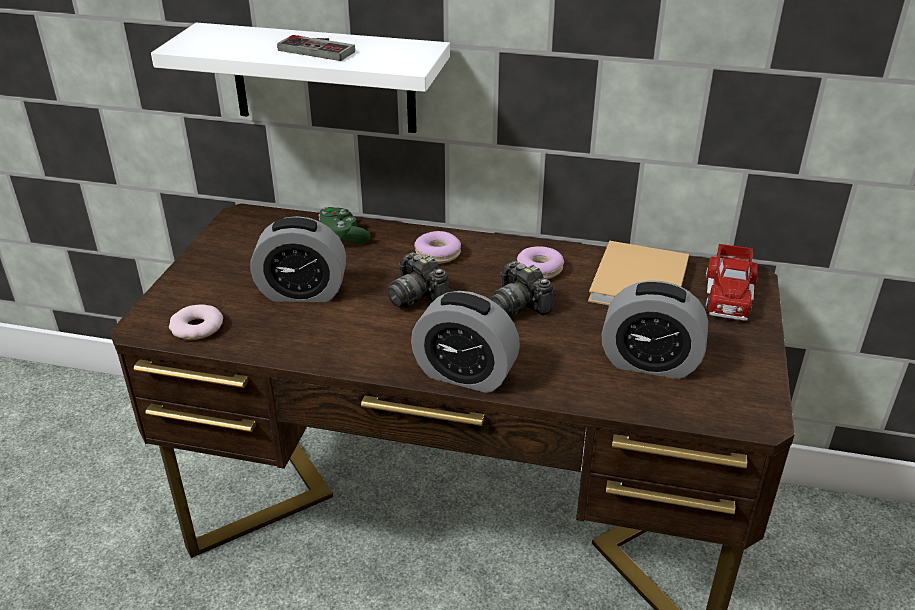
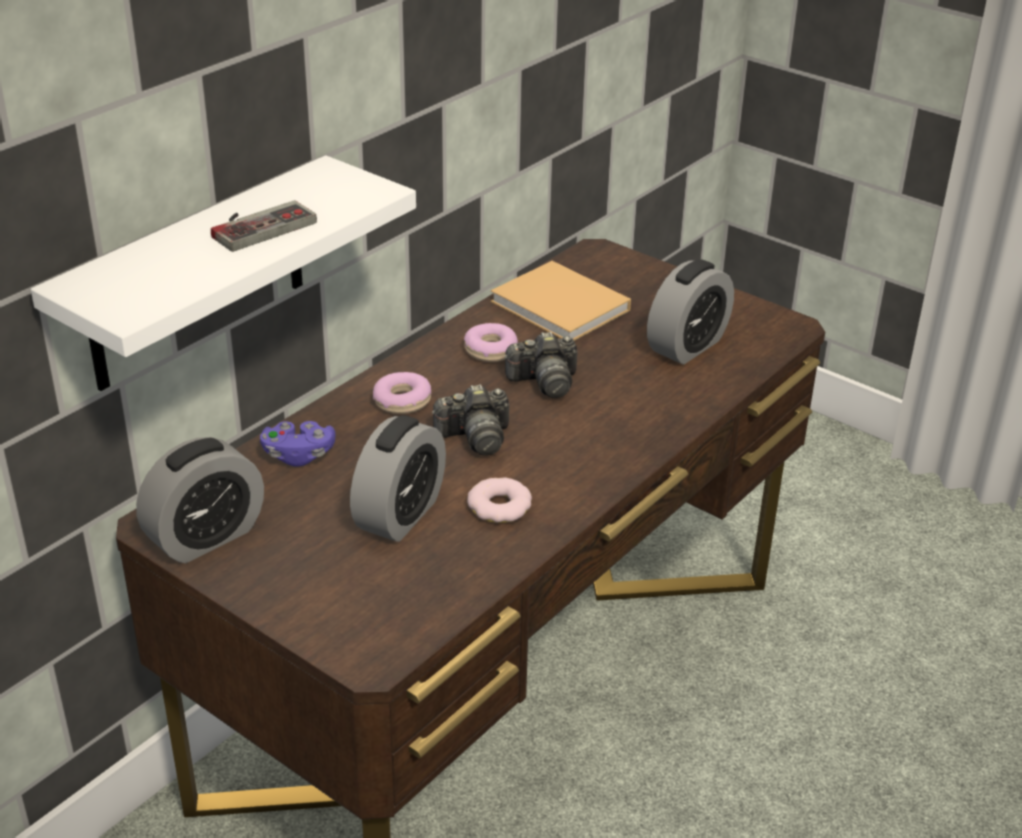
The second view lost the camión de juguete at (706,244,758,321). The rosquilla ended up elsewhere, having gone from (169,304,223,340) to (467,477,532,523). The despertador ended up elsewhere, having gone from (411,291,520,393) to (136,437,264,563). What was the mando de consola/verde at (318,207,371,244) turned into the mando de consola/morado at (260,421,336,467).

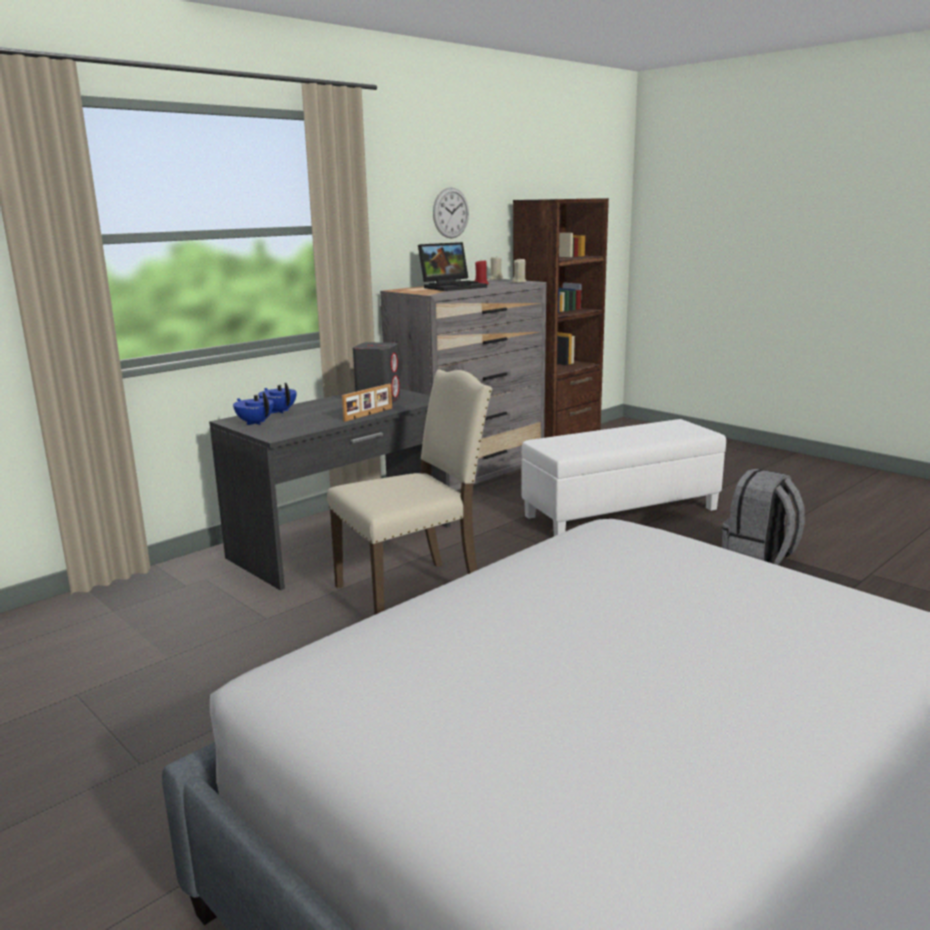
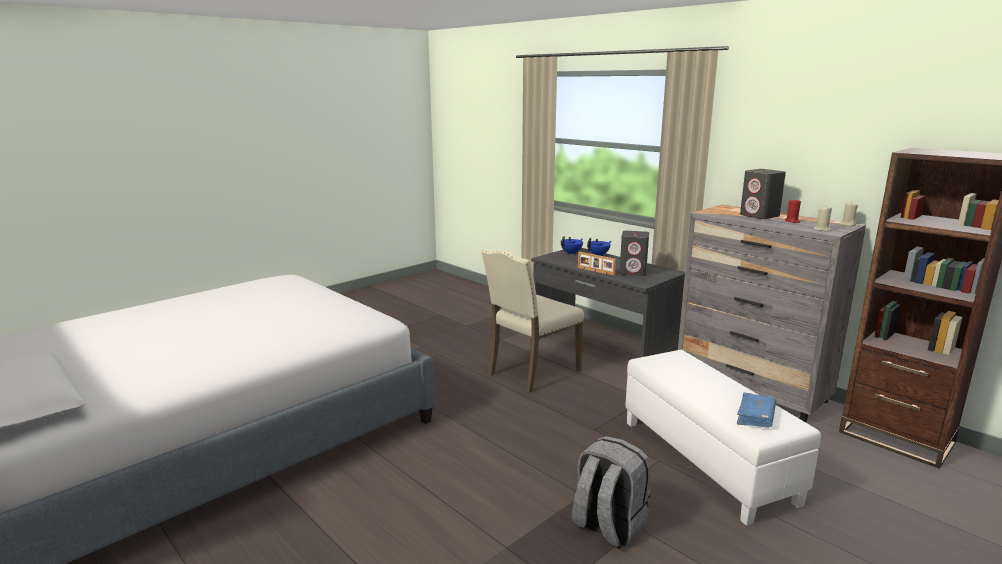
The second view lost the reloj de pared at (433,187,469,238). The second view gained the libro/azul at (737,392,776,428). Where the portátil stood at (418,242,487,291), the altavoz/gris came to stand at (740,169,786,219). The silla/beis at (327,370,493,615) ended up facing another way, 75 degrees clockwise from before.

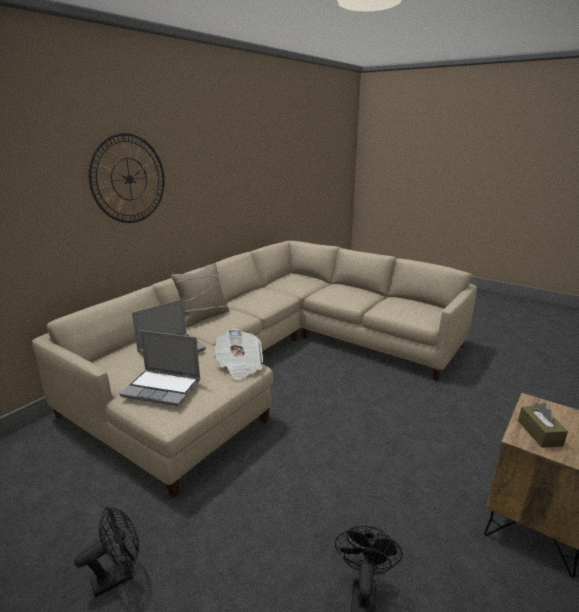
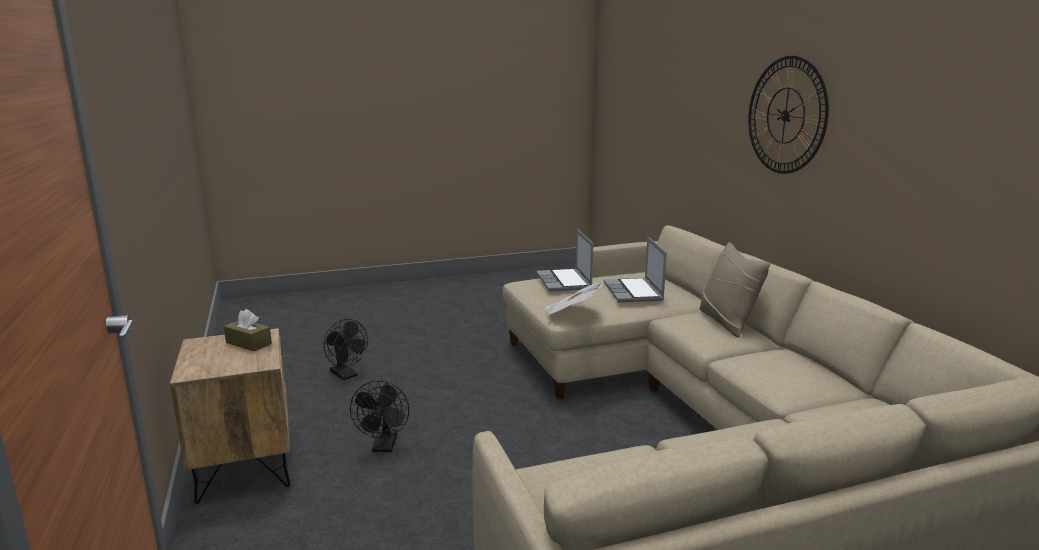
The ventilador/negro ended up elsewhere, having gone from (74,506,139,598) to (350,380,409,452). The portátil at (120,330,201,406) ended up facing another way, 60 degrees counterclockwise from before.

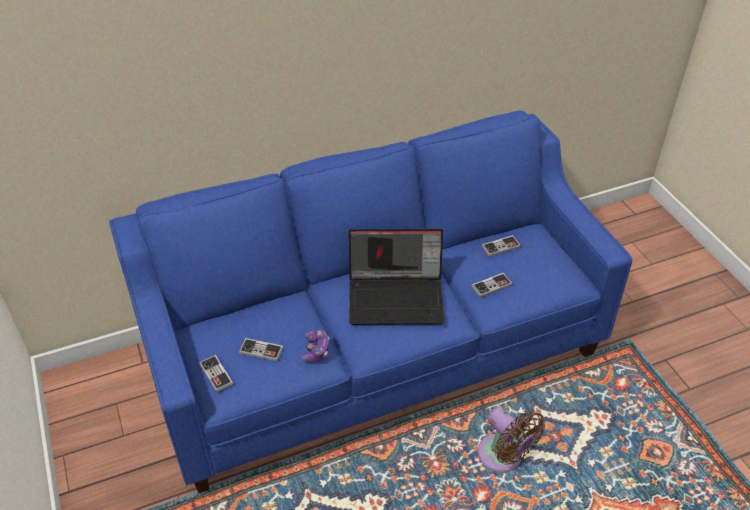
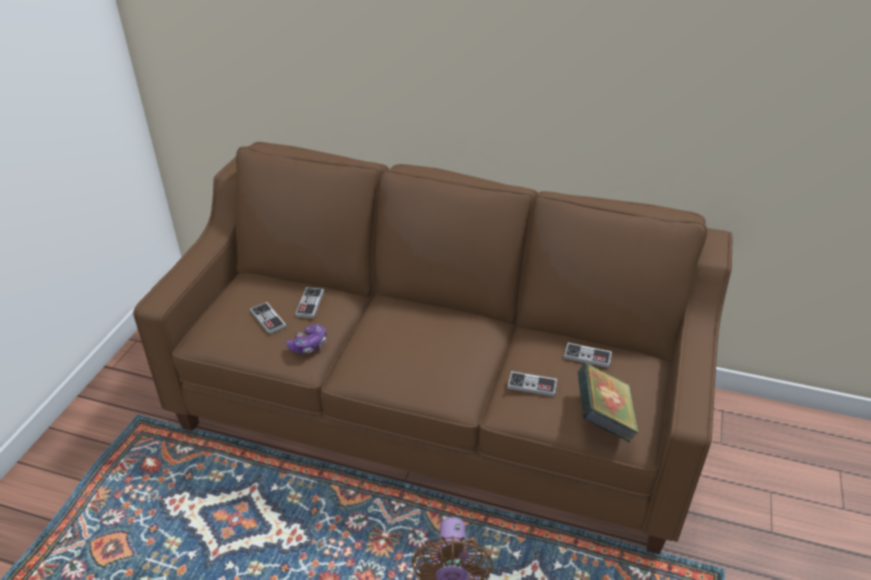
The second view lost the portátil at (349,229,445,325). The second view gained the libro at (577,363,639,443). The mando de consola ended up elsewhere, having gone from (199,355,234,392) to (295,287,324,318). What was the sofá/azul at (109,110,632,493) turned into the sofá/marrón at (133,142,733,554).

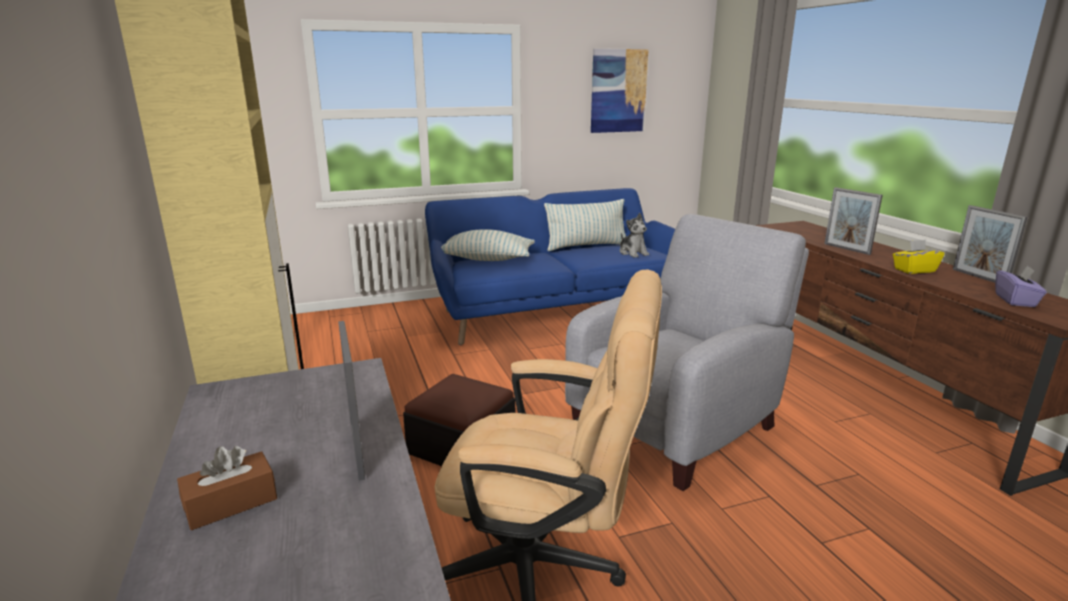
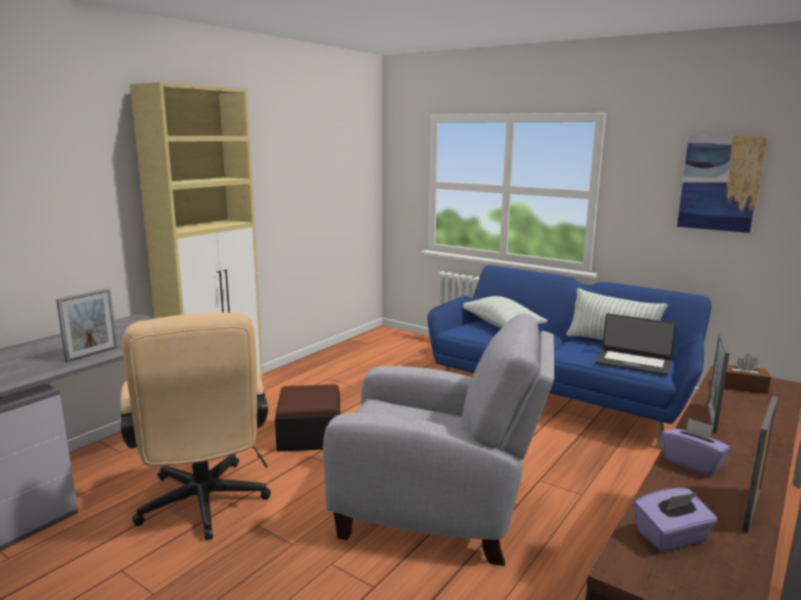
The caja de pañuelos/marrón ended up elsewhere, having gone from (177,446,277,530) to (724,354,771,394). Where the peluche stood at (620,213,649,258), the portátil came to stand at (595,313,676,376). What was the caja de pañuelos/amarillo at (892,240,944,274) turned into the caja de pañuelos/morado at (662,418,731,476).

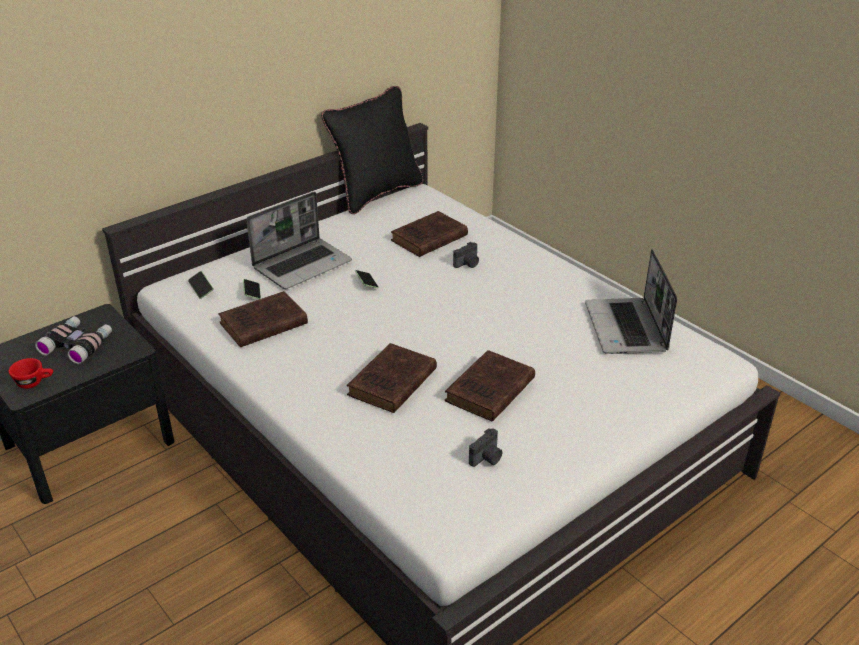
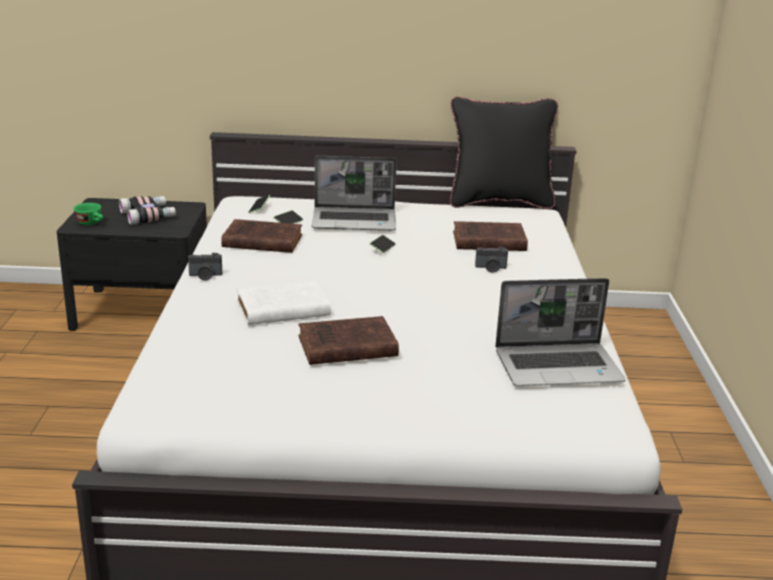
The cámara ended up elsewhere, having gone from (469,428,502,467) to (188,253,222,281). What was the taza/rojo at (9,358,53,389) turned into the taza/verde at (74,203,103,225). What was the libro/marrón at (347,343,437,413) turned into the libro/blanco at (237,280,331,325). The portátil at (585,249,677,354) ended up facing another way, 135 degrees counterclockwise from before.

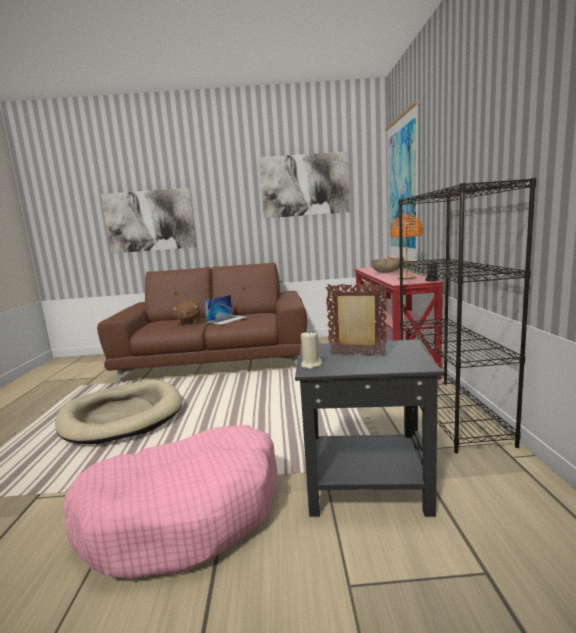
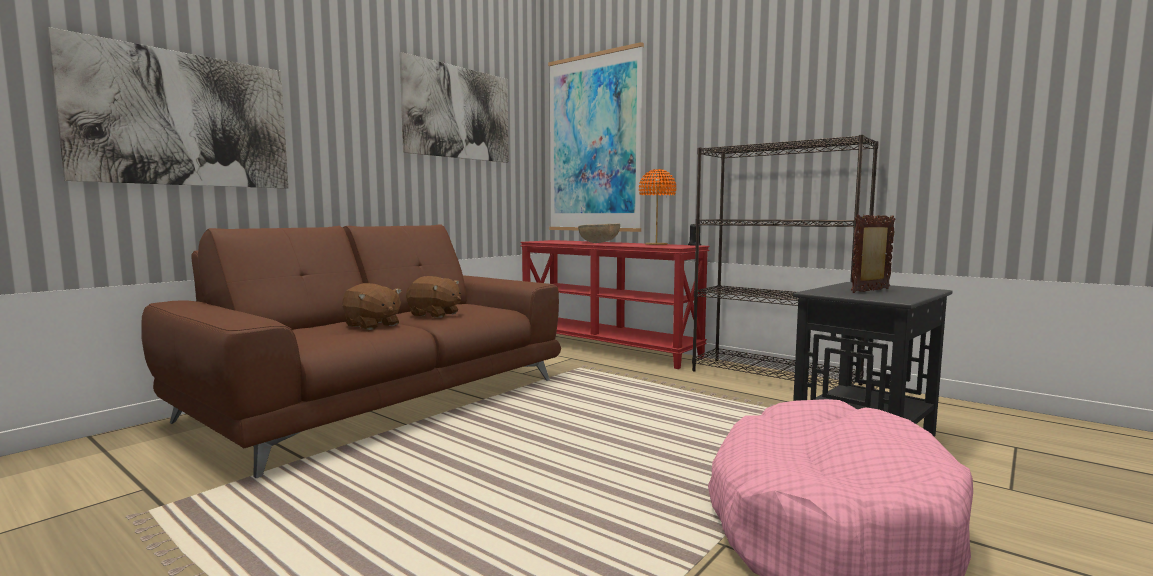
The second view lost the cama para perro/beis at (55,380,182,444). The second view lost the vela/beis at (301,331,322,369). Where the portátil stood at (204,295,247,325), the peluche/marrón came to stand at (406,276,461,318).

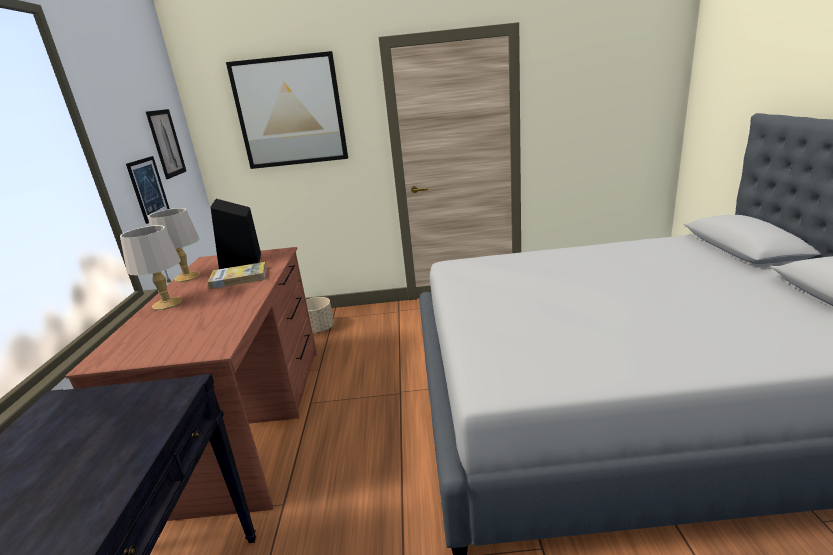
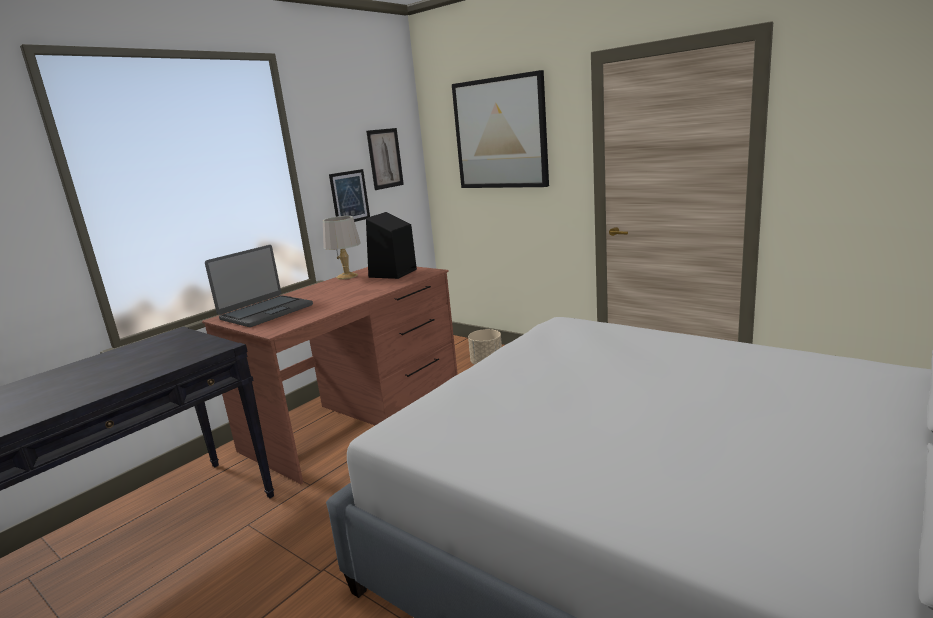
The second view lost the lámpara de mesa/gris at (120,225,182,310). The second view lost the libro at (207,262,267,289). The second view gained the portátil at (205,245,313,327).

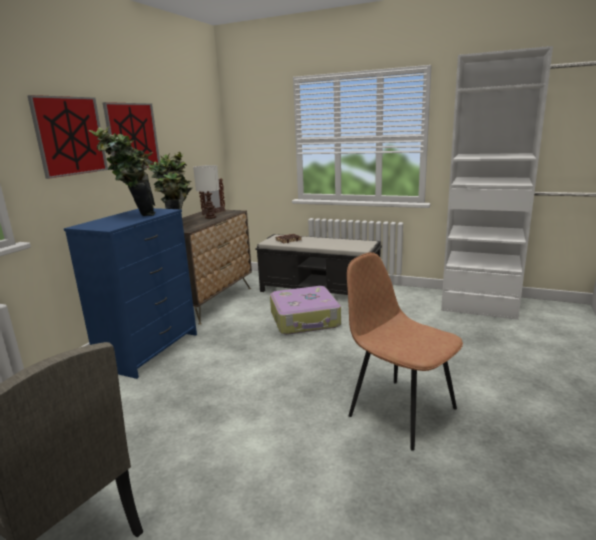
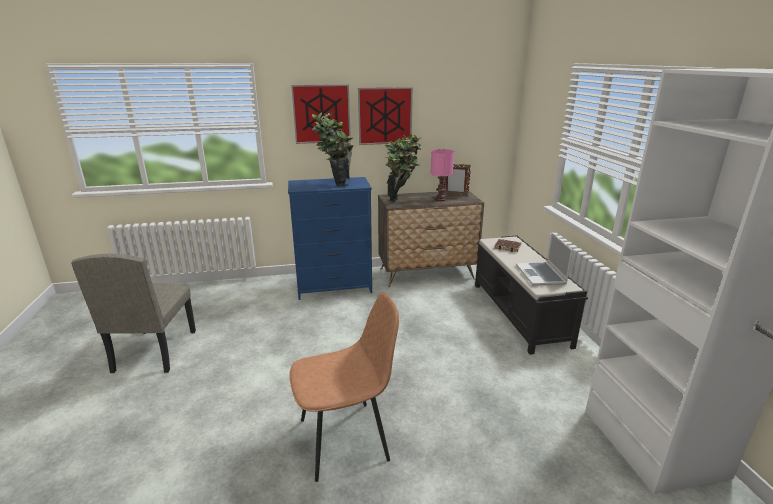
The second view lost the maleta at (270,286,341,335). The second view gained the portátil at (516,232,573,286). What was the lámpara de mesa/blanco at (193,165,220,219) turned into the lámpara de mesa/rosa at (431,149,455,201). The silla/marrón at (347,252,463,451) ended up facing another way, 60 degrees clockwise from before.

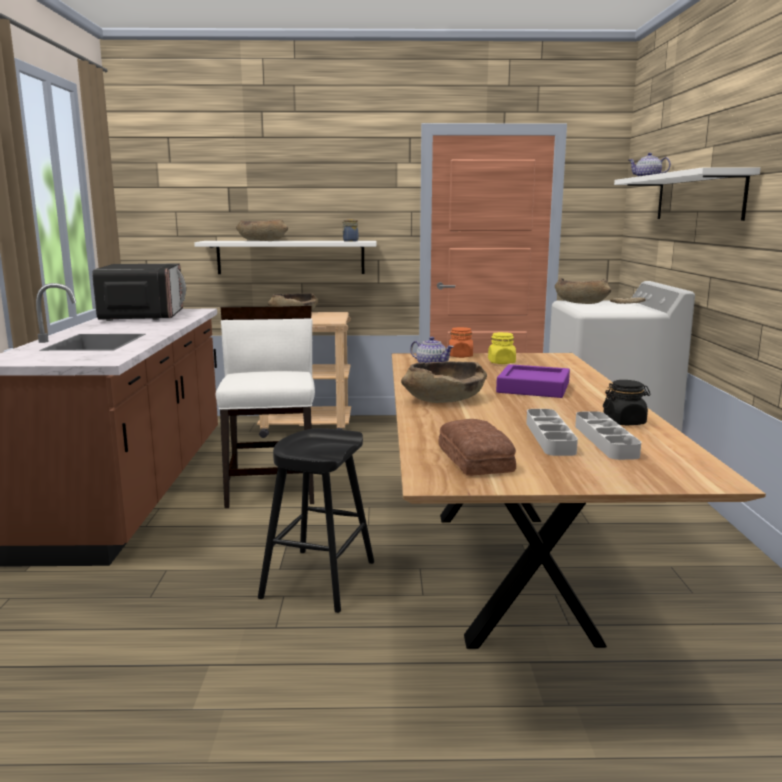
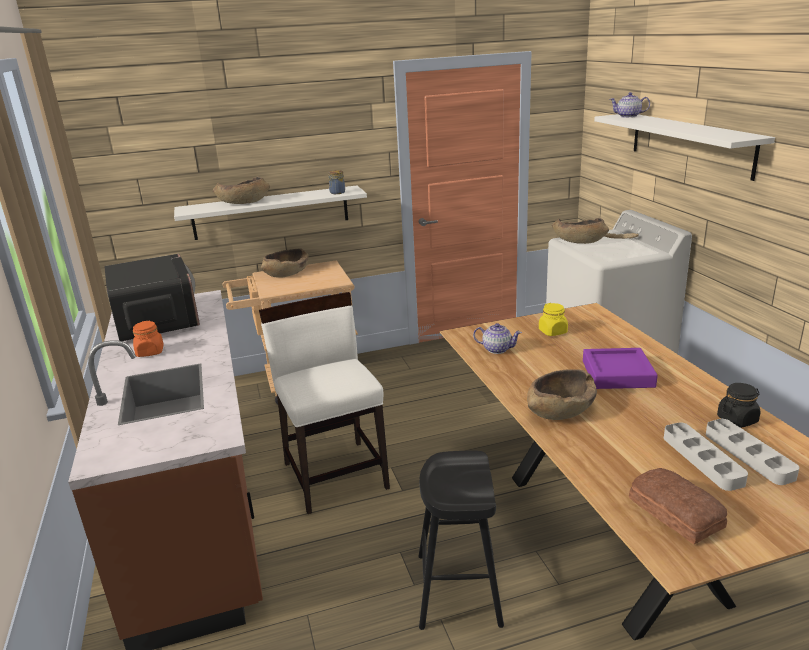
The tarro/naranja ended up elsewhere, having gone from (449,327,473,358) to (133,321,164,357).

